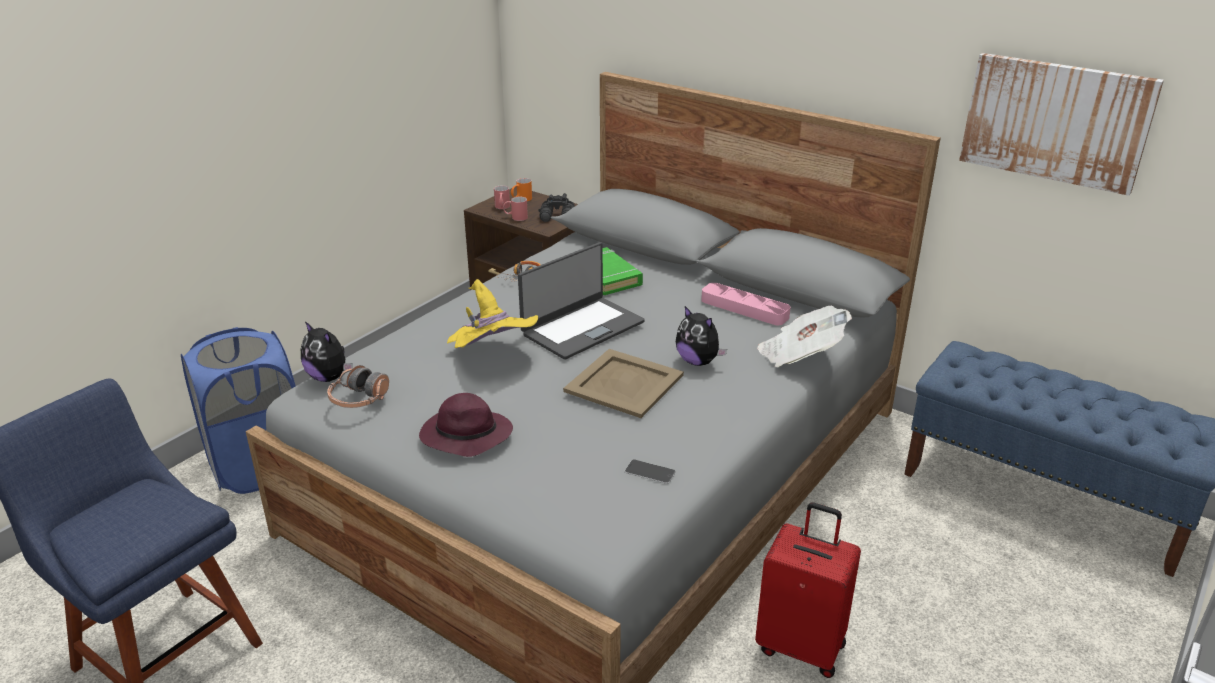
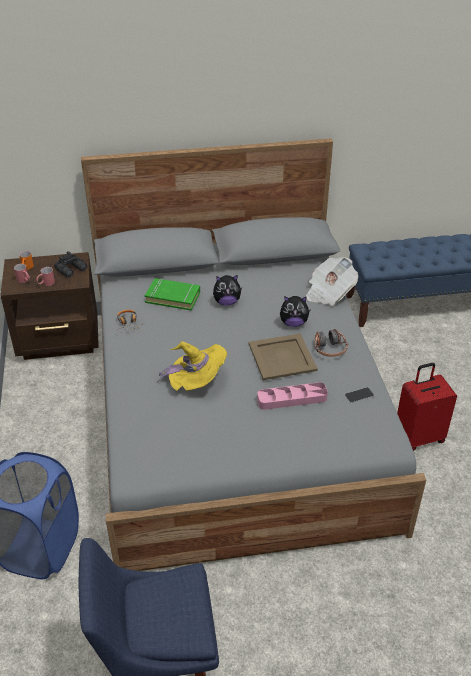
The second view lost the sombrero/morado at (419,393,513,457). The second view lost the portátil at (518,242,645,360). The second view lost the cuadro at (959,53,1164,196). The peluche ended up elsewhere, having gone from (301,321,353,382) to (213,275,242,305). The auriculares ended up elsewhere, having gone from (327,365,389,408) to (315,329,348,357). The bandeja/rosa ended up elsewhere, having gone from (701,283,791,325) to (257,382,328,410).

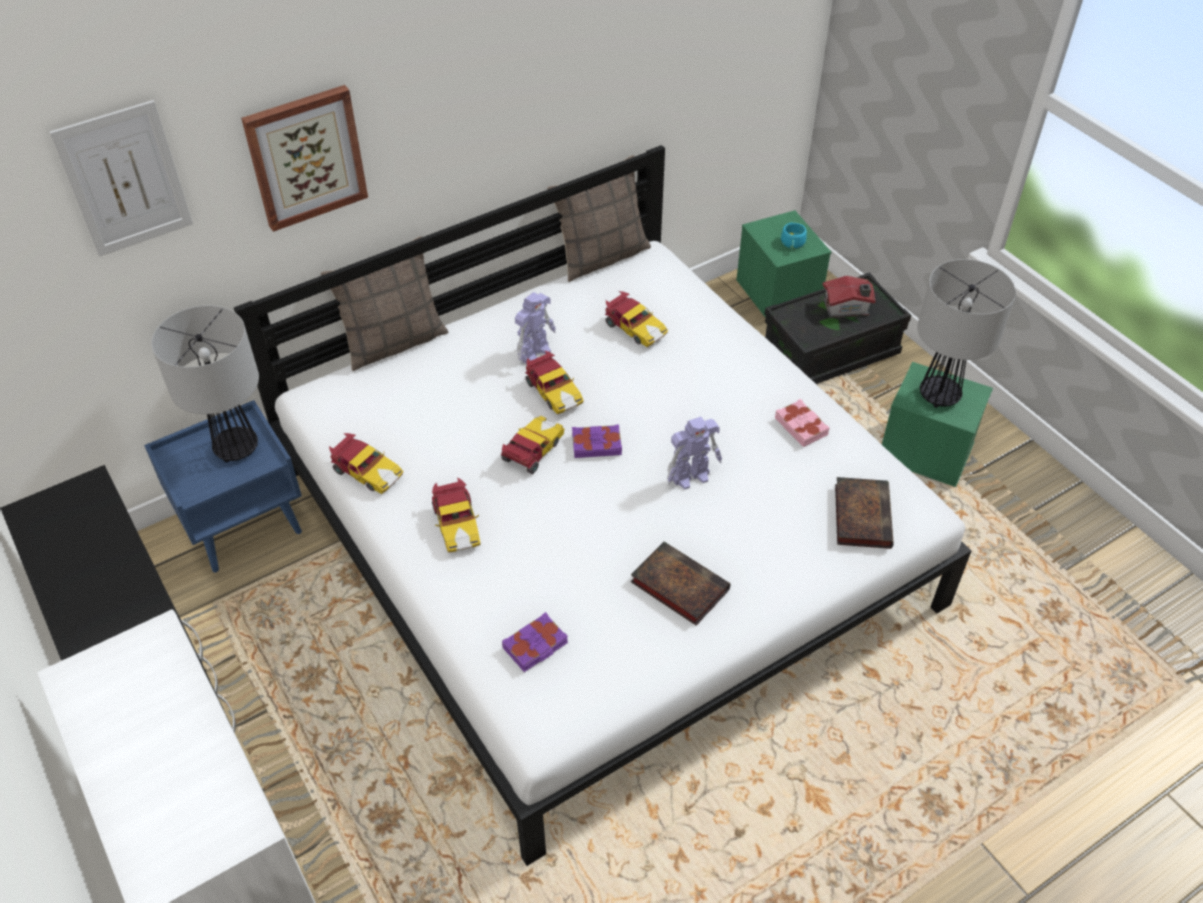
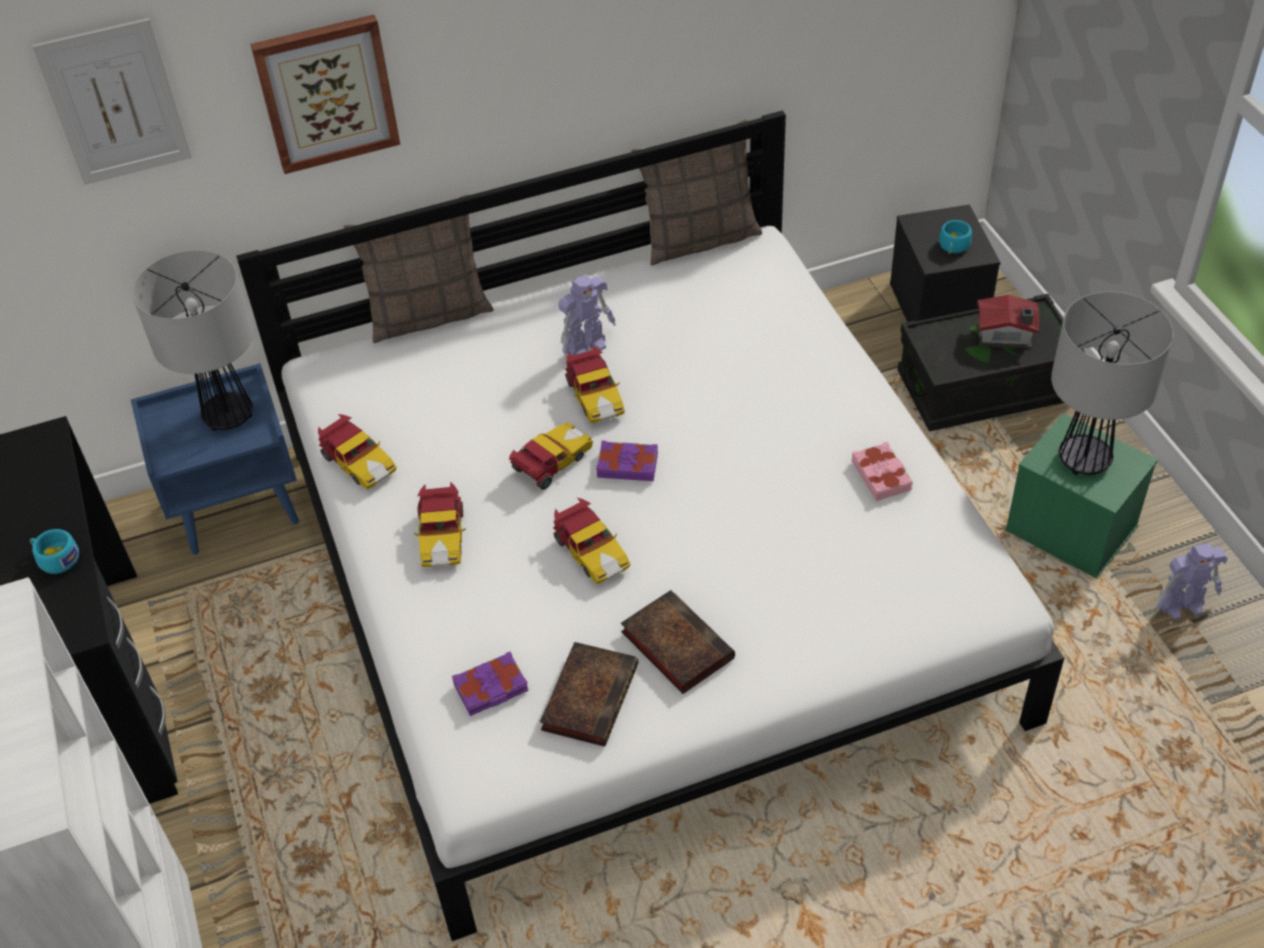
The second view gained the taza/turquesa at (30,529,79,574). The coche de juguete ended up elsewhere, having gone from (605,291,668,347) to (553,498,631,584). The robot de juguete ended up elsewhere, having gone from (667,417,722,489) to (1156,543,1228,620). The libro ended up elsewhere, having gone from (835,477,894,549) to (540,642,639,747). What was the caja de almacenaje/verde at (736,210,831,317) turned into the caja de almacenaje/negro at (890,204,1000,322).

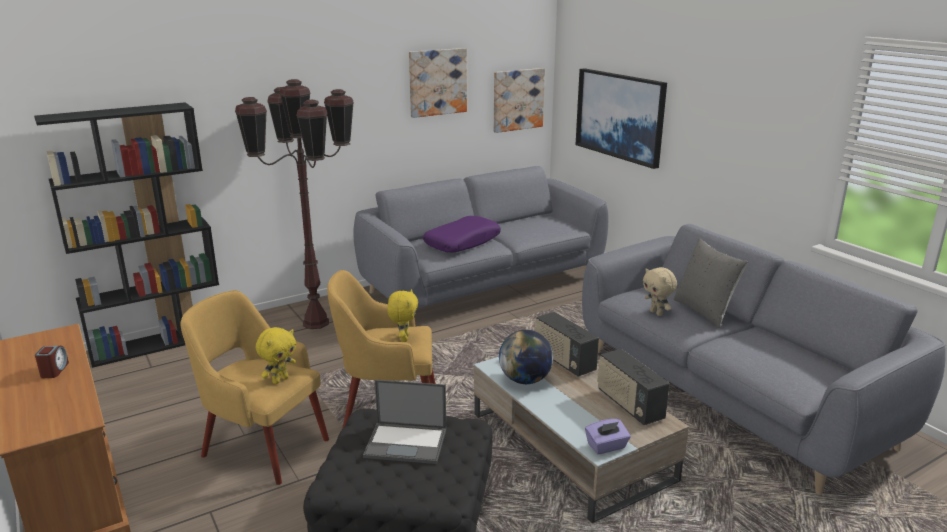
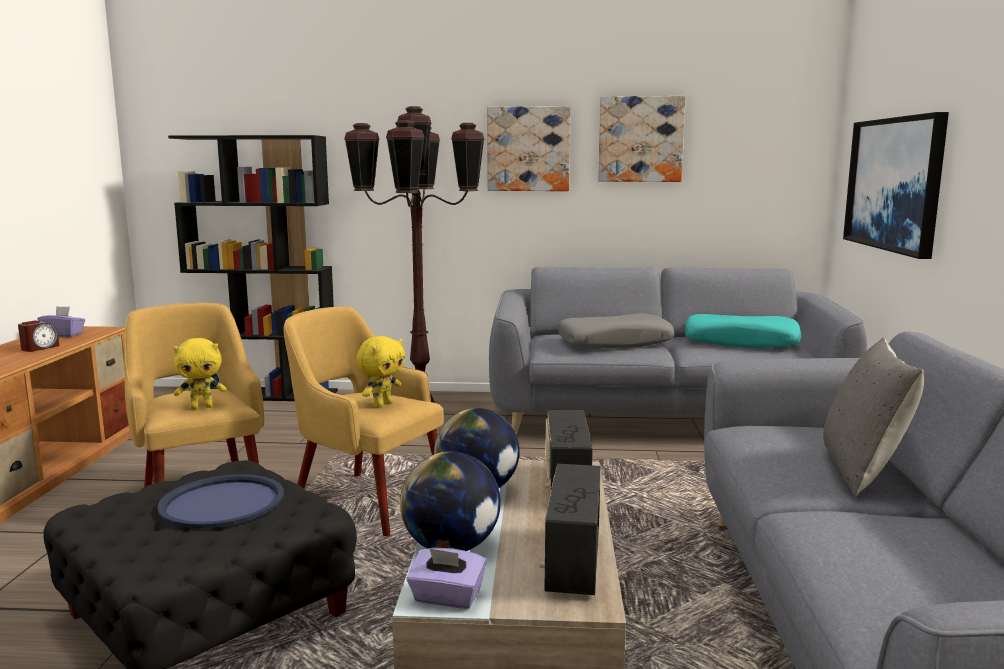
The second view lost the peluche/beis at (643,267,677,316). The second view gained the caja de pañuelos/morado at (37,306,85,337). The second view gained the globo terráqueo at (400,451,501,551). The second view gained the cojín/turquesa at (685,314,801,348). The cuadro ended up elsewhere, having gone from (494,68,545,133) to (487,106,571,191). Where the portátil stood at (363,380,446,464), the bandeja/azul came to stand at (157,474,284,528). What was the cojín/morado at (423,216,501,252) turned into the cojín/gris at (558,313,675,348).

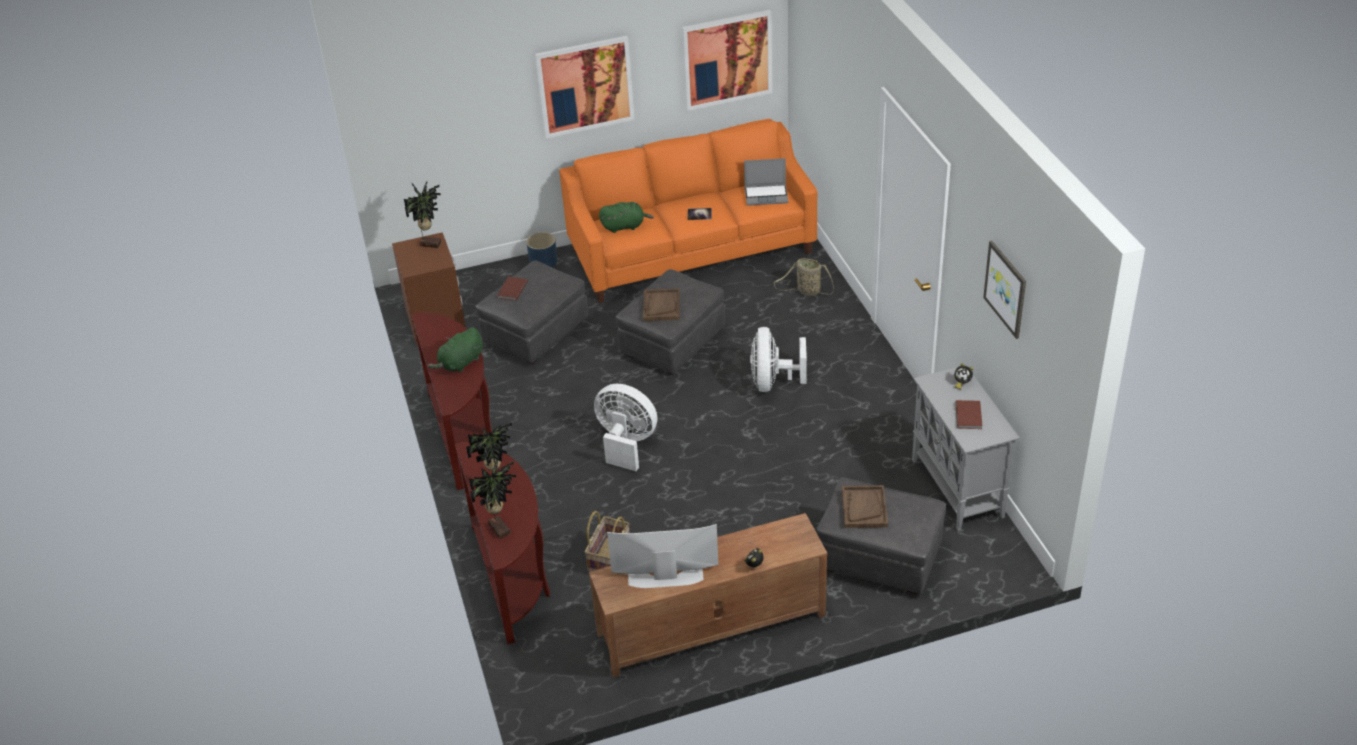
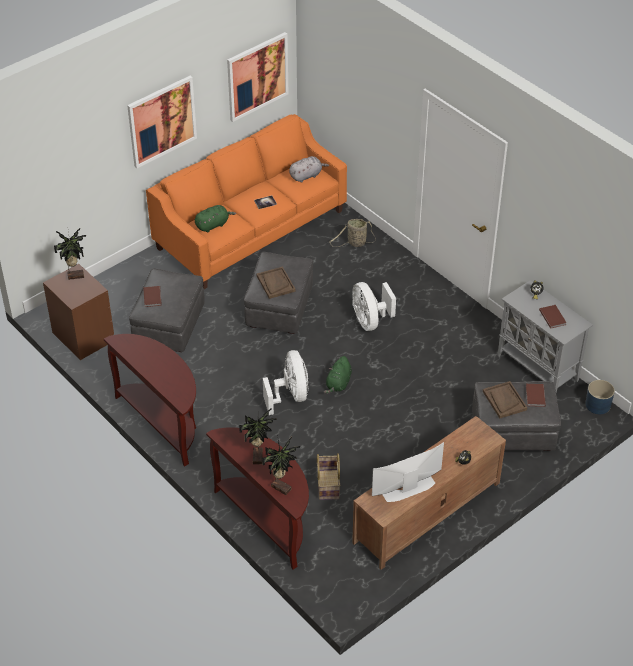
The second view lost the cuadro at (983,241,1026,339). The second view gained the libro/marrón at (526,384,546,407). The peluche/verde ended up elsewhere, having gone from (428,327,483,372) to (324,356,352,394). The maceta/azul ended up elsewhere, having gone from (526,232,557,267) to (585,380,615,414). Where the portátil stood at (744,158,788,206), the peluche/gris came to stand at (289,156,329,183). The ventilador/blanco at (594,384,657,471) ended up facing another way, 75 degrees clockwise from before.

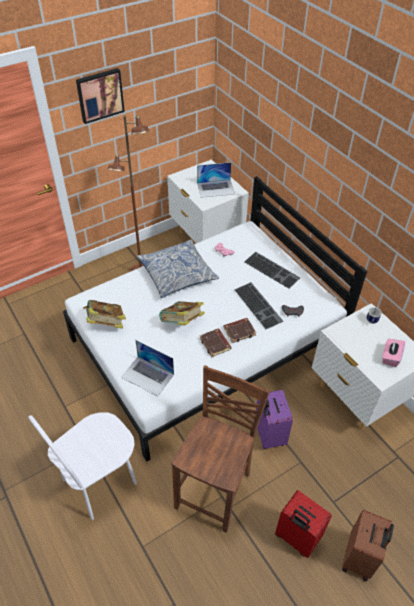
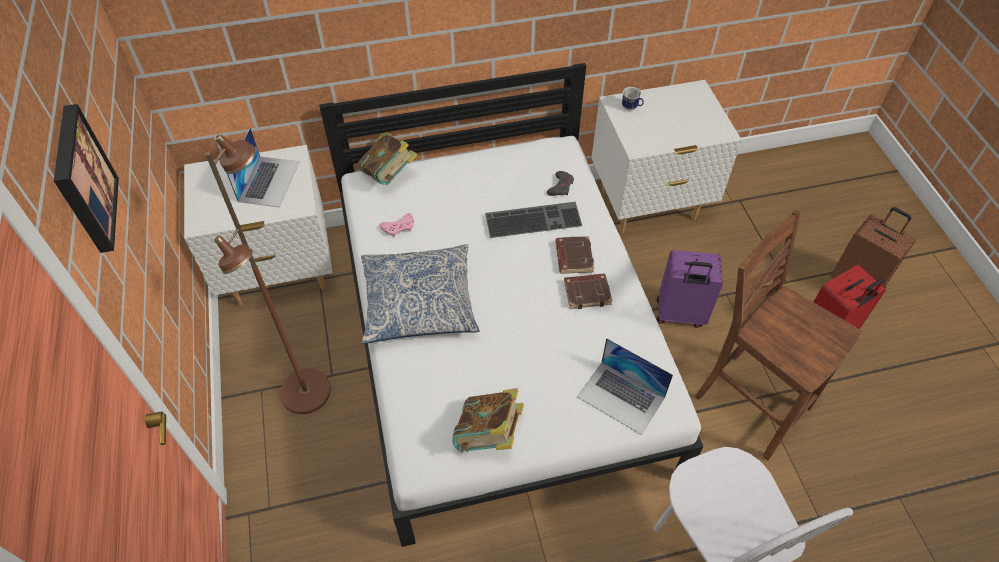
The second view lost the teclado at (244,252,300,289). The second view lost the caja de pañuelos/rosa at (382,339,405,367). The libro ended up elsewhere, having gone from (159,301,205,325) to (358,132,418,185). The portátil at (121,340,174,396) ended up facing another way, 75 degrees clockwise from before.

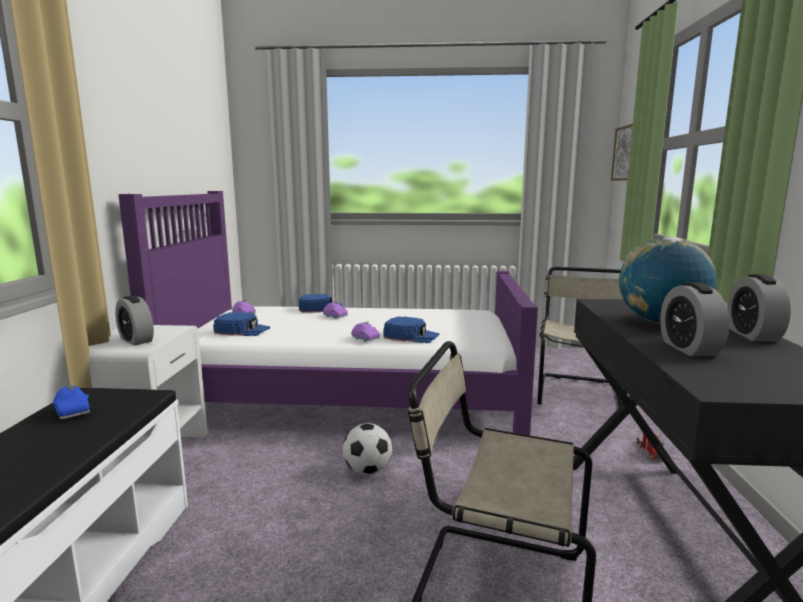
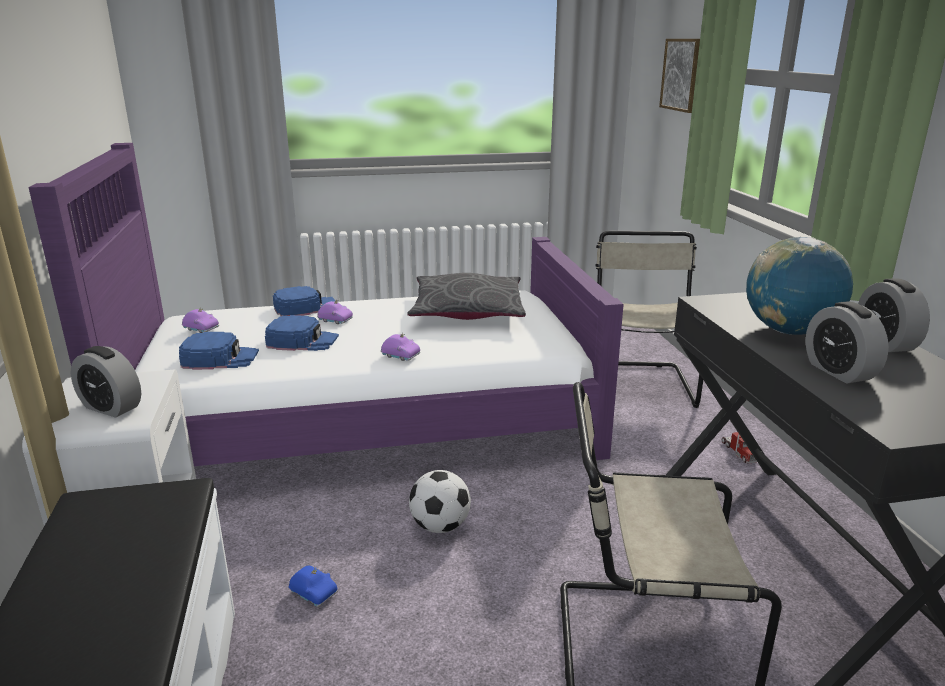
The second view gained the cojín/gris at (407,273,526,320). The coche de juguete/azul ended up elsewhere, having gone from (53,385,90,419) to (289,566,338,607). The gorra/azul ended up elsewhere, having gone from (383,317,439,343) to (265,315,339,351).

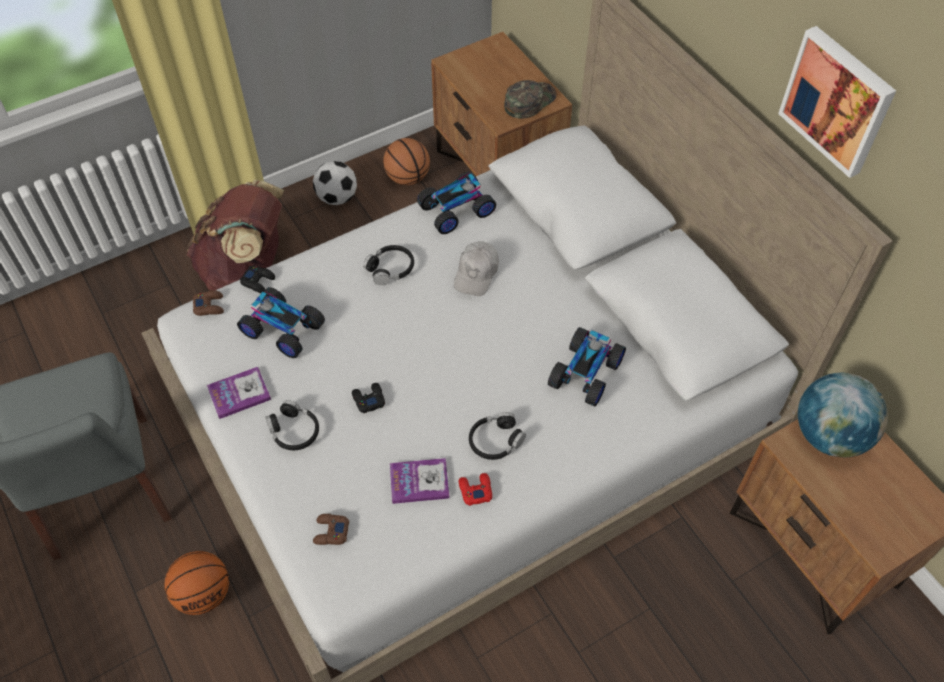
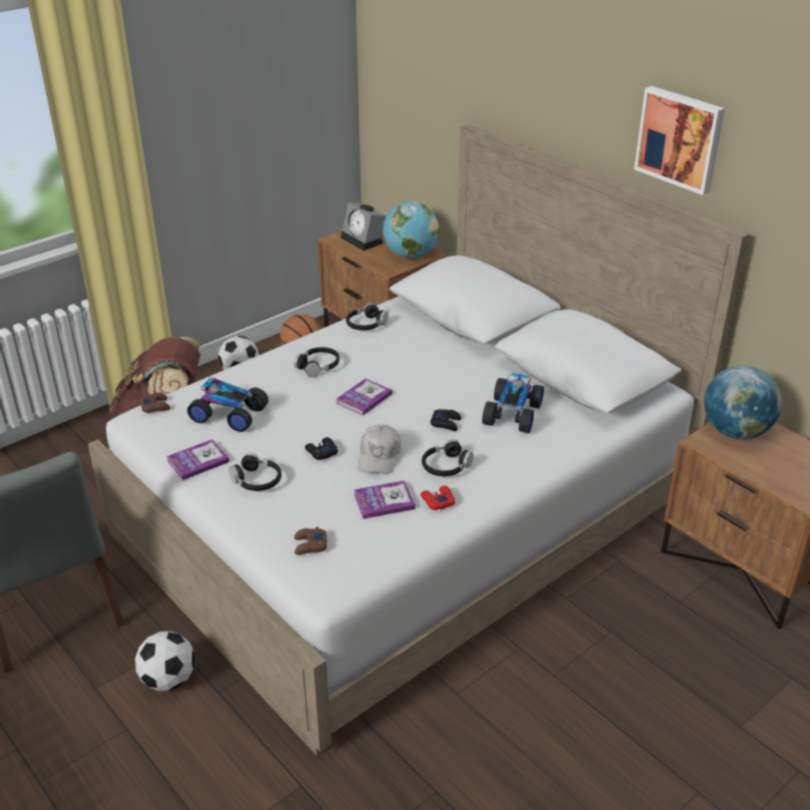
The second view gained the libro at (337,378,392,415). The second view gained the despertador at (341,203,386,251). The mando de consola/negro ended up elsewhere, having gone from (240,266,275,293) to (430,409,461,431). The gorra/blanco ended up elsewhere, having gone from (454,241,499,296) to (358,424,401,474). Where the balón de baloncesto stood at (164,551,229,615), the balón de fútbol came to stand at (135,631,195,691). Where the coche de juguete stood at (417,172,496,234), the auriculares/negro came to stand at (346,303,389,330). Where the gorra/verde stood at (504,80,557,119), the globo terráqueo came to stand at (383,201,439,259).

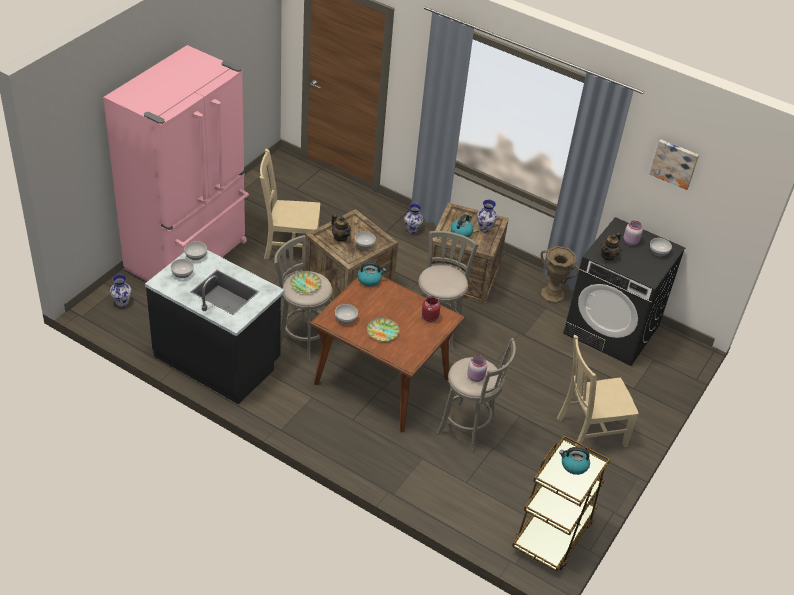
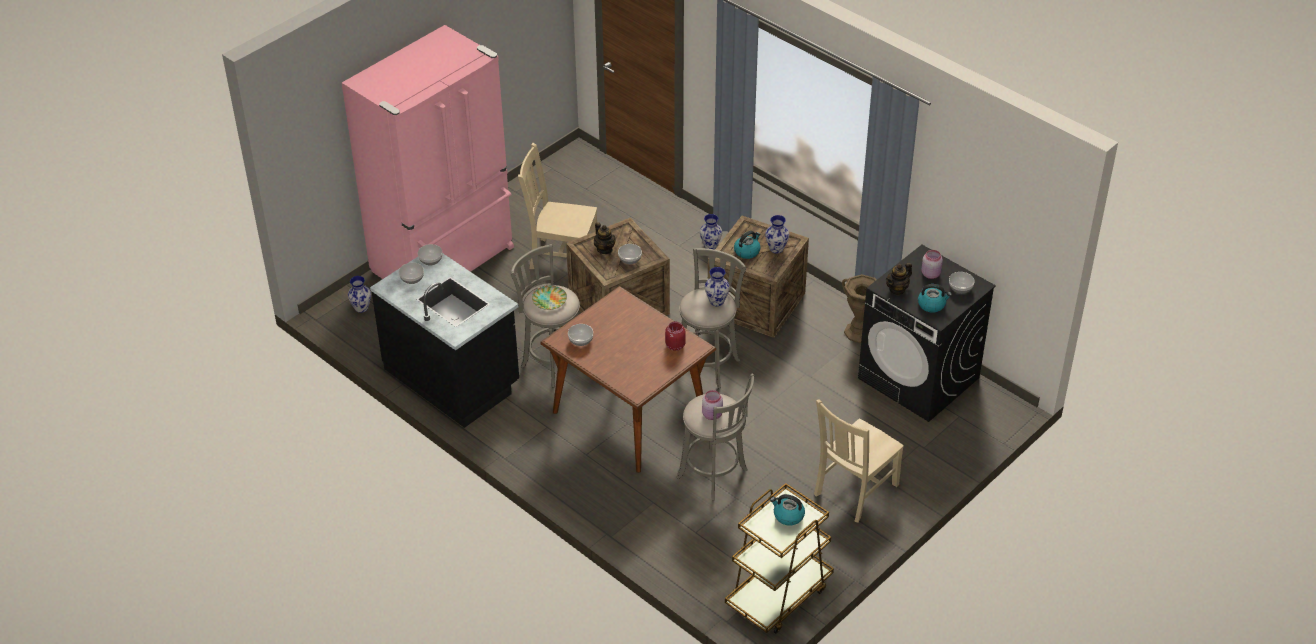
The second view lost the plato at (367,318,400,341). The second view lost the cuadro at (650,139,699,190). The second view gained the florero at (705,267,730,306). The hervidor ended up elsewhere, having gone from (357,262,386,287) to (918,284,952,313). The silla/beis at (557,335,639,447) ended up facing another way, 45 degrees counterclockwise from before.

